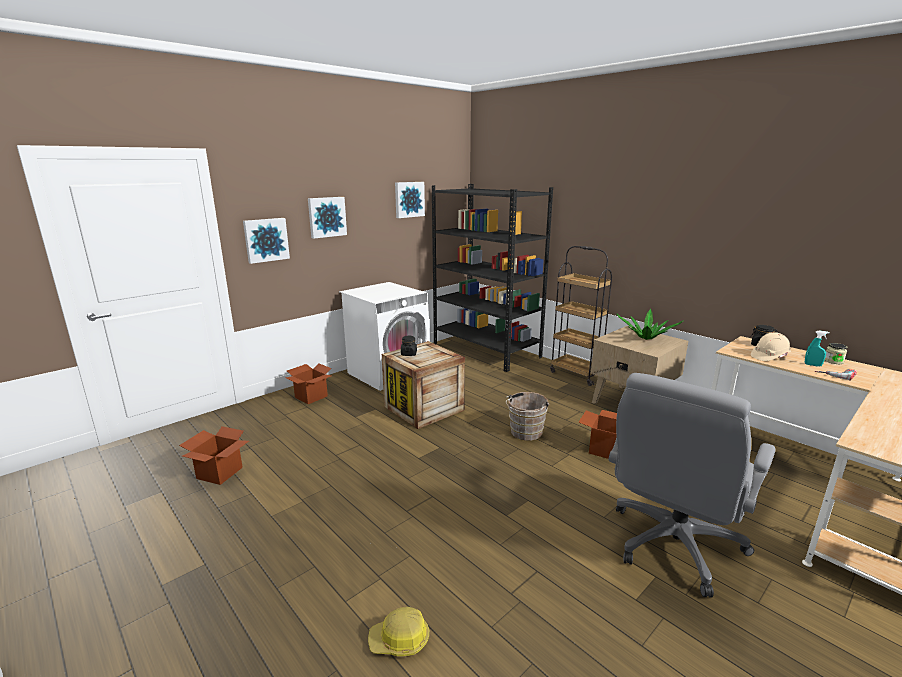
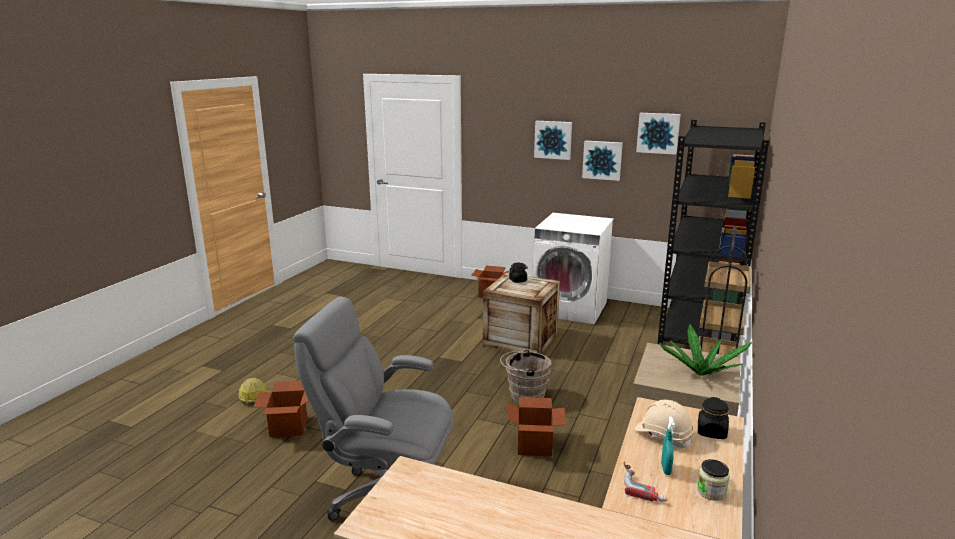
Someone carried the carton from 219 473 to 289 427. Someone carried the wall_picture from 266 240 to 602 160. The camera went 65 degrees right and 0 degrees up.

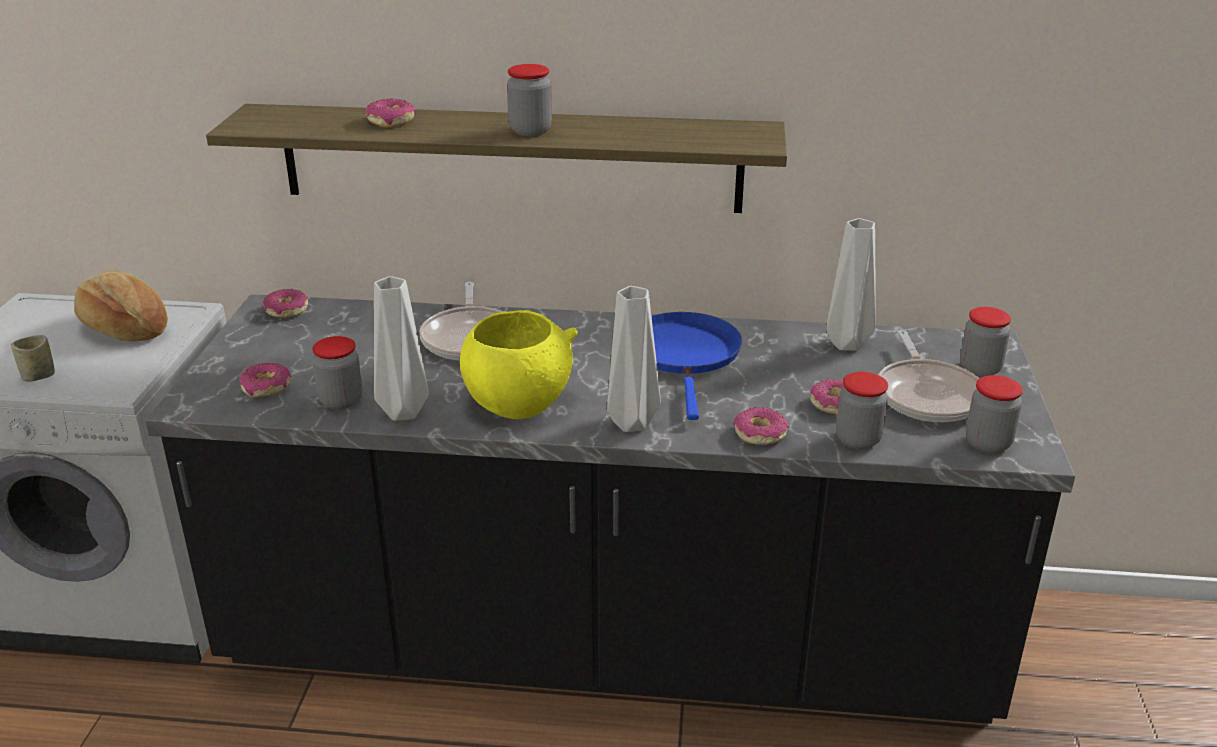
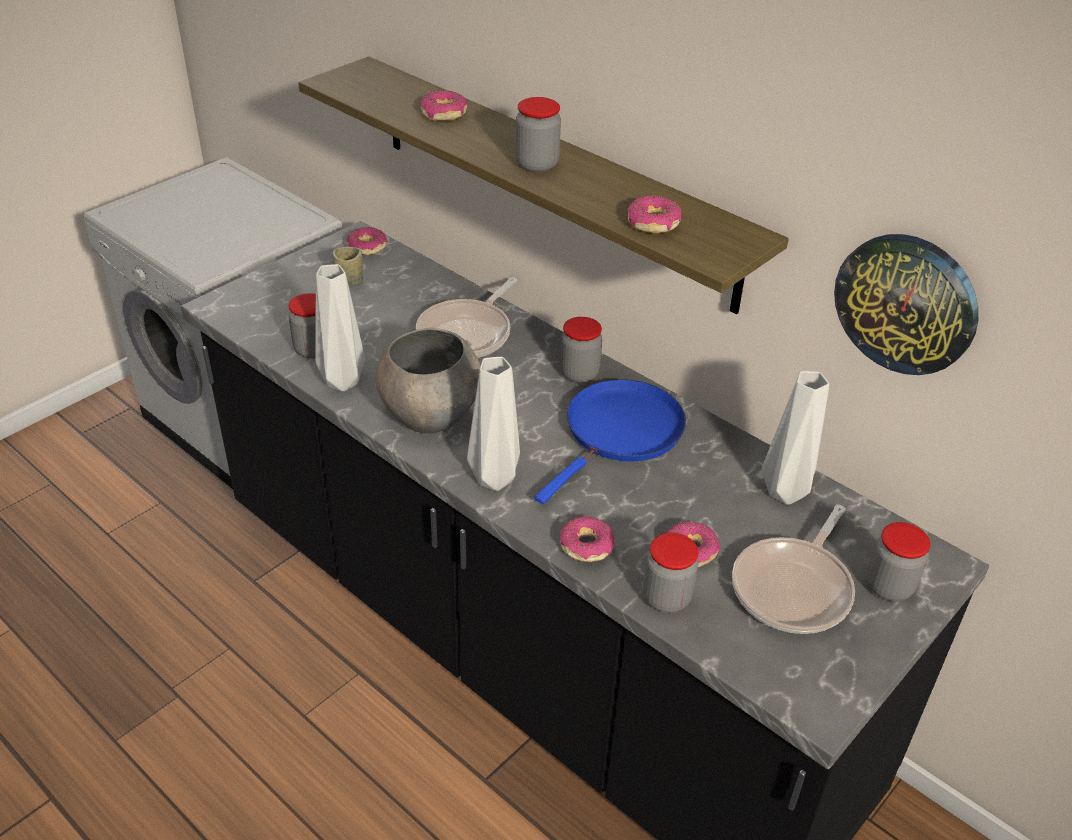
Someone carried the drinking_cup from 38 376 to 349 281. Someone repainted the yellow-coloured_serving_bowl at 518 404, which became the gray_serving_bowl at 431 415. Someone carried the jar from 988 443 to 579 373. Someone carried the ring_doughnut from 266 387 to 653 223. Someone put up the hanging_clock at 906 303. Someone took away the baked_bread at 124 328. The camera went 35 degrees right and 10 degrees up.

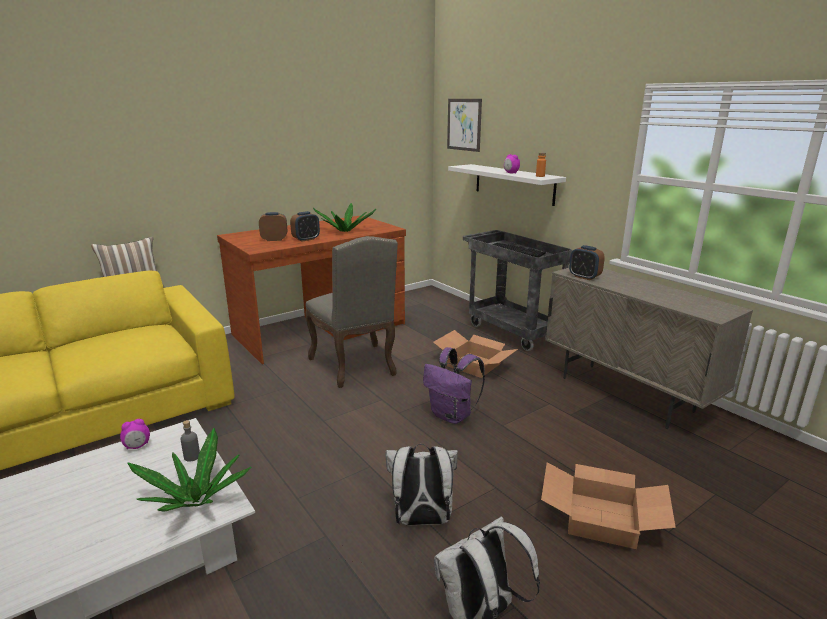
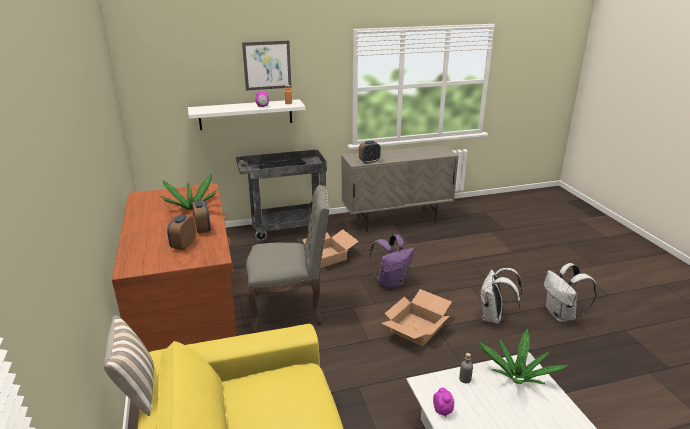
Someone carried the wall_picture from 464 124 to 267 65. Someone carried the carton from 602 519 to 415 328. The camera went 70 degrees left and 5 degrees up.

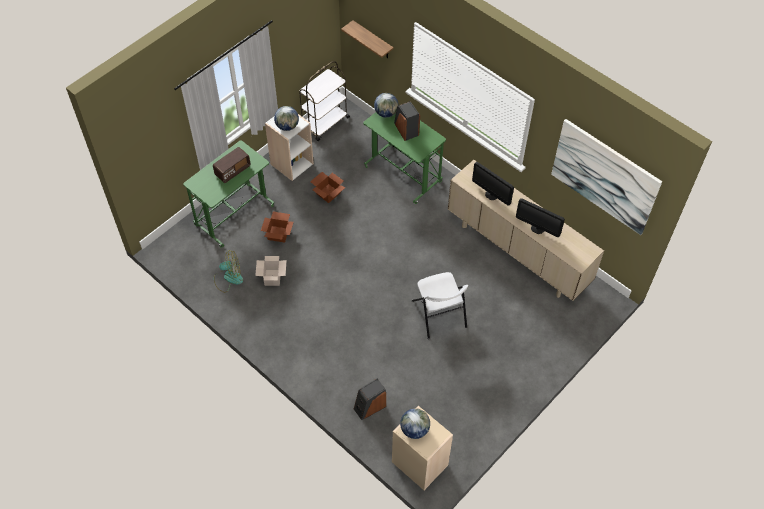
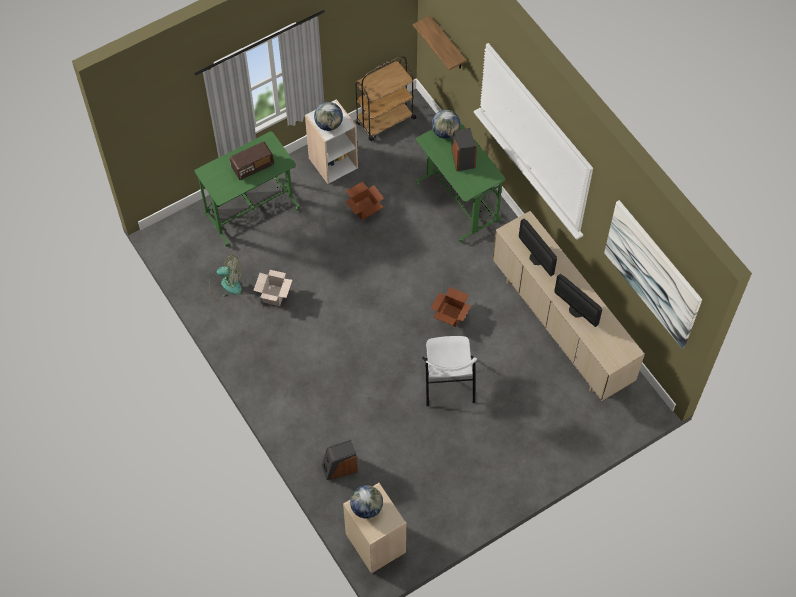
Someone repainted the whitish_wheeled_cart at 325 124, which became the brown_wheeled_cart at 385 121. Someone carried the carton from 278 233 to 451 314. The camera went 15 degrees right and 5 degrees up.

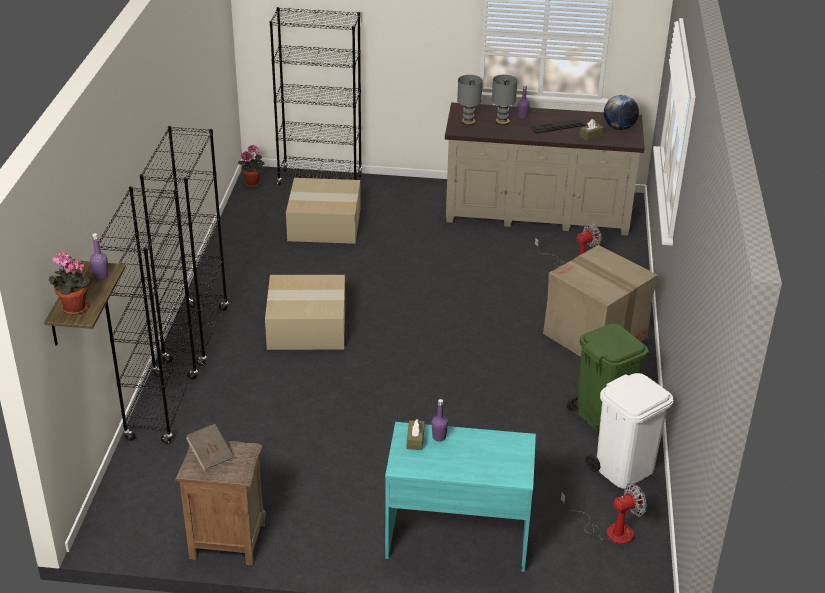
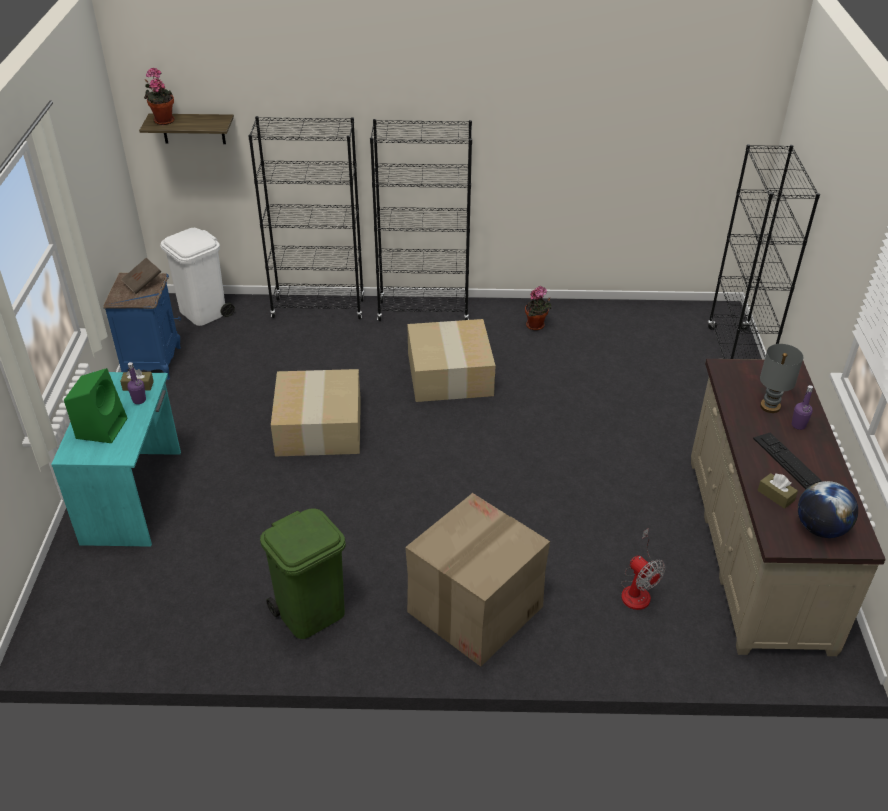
Someone put down the green_audio_speaker at 102 427. Someone repainted the beige_bedside_table at 227 540, which became the bluish_bedside_table at 154 362. Someone carried the whitish_waste_bin from 624 469 to 204 312. Someone carried the carton from 323 224 to 317 426. Someone carried the plant_in_a_pot from 253 183 to 536 326. Someone took away the purplish_bottle at 101 276. Someone took away the gray_tabletop_lamp at 468 122. Someone took away the fan at 610 530. The camera went 85 degrees right and 5 degrees up.

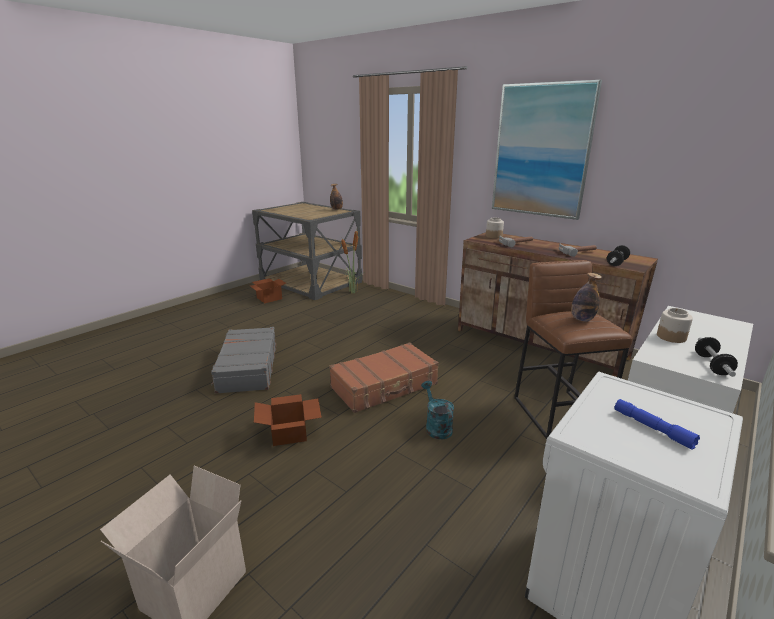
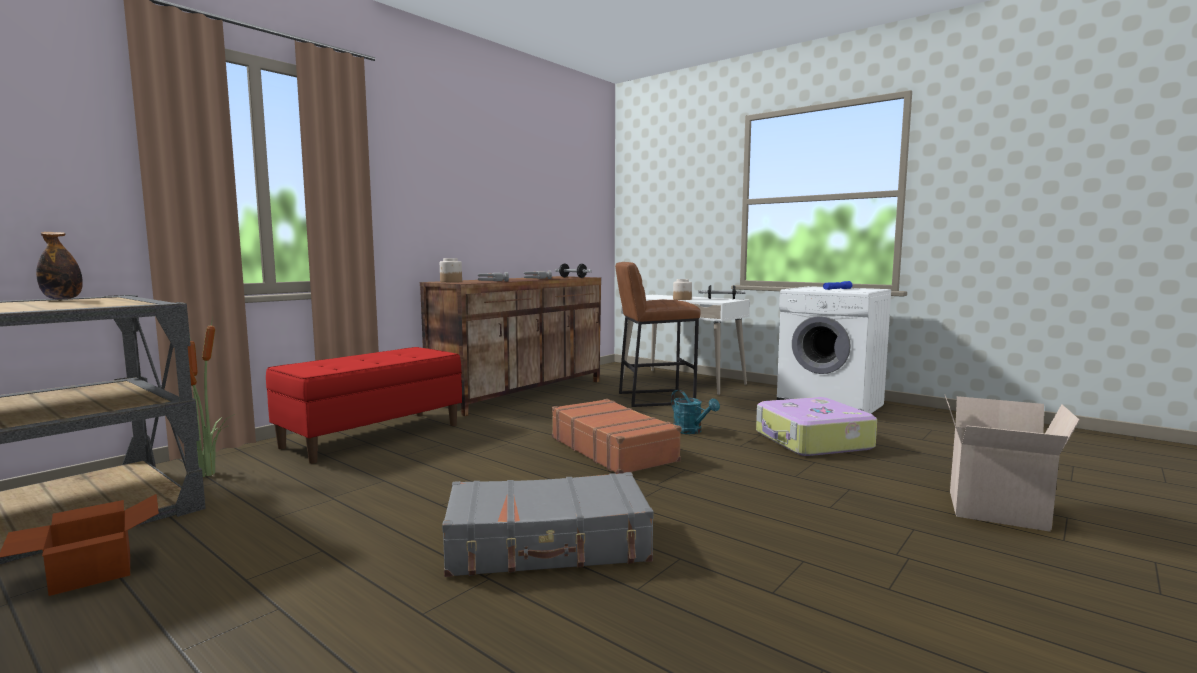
Someone put down the reddish_bench at 373 435. Someone rotated the turquoise_sprinkling_can at 436 426 by 105 degrees counterclockwise. Someone put down the piece_of_luggage at 812 441. Someone took away the carton at 290 433. Someone took away the wall_picture at 541 151. Someone took away the bottle at 582 319. The camera went 90 degrees left and 15 degrees down.

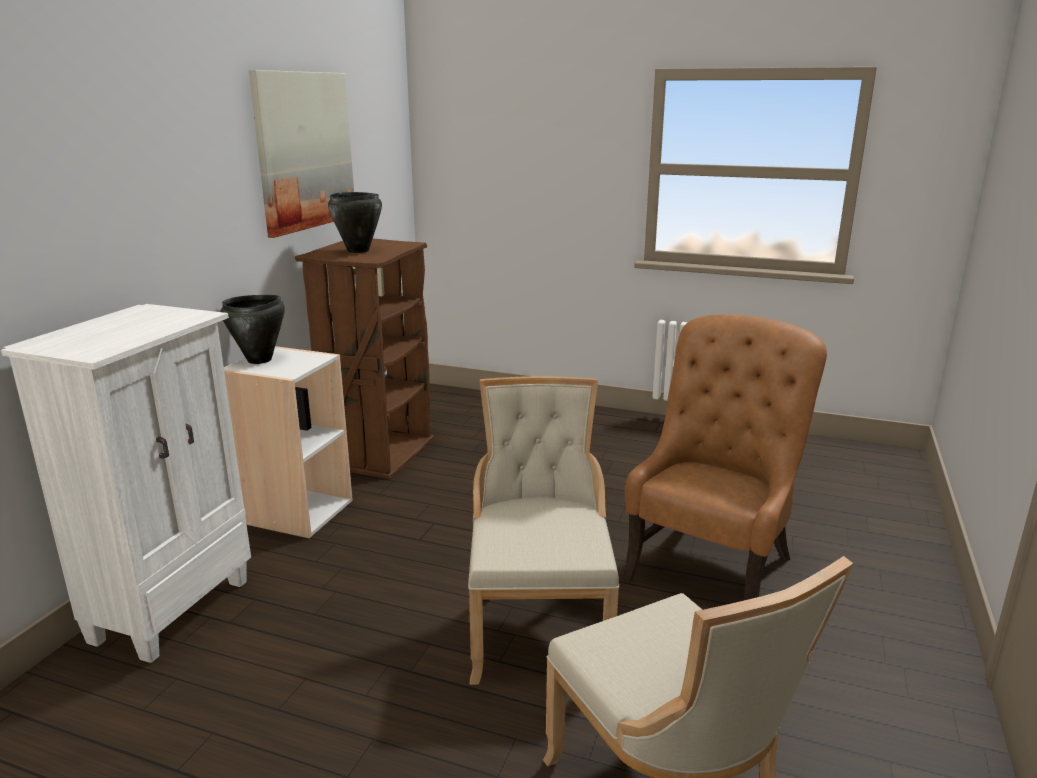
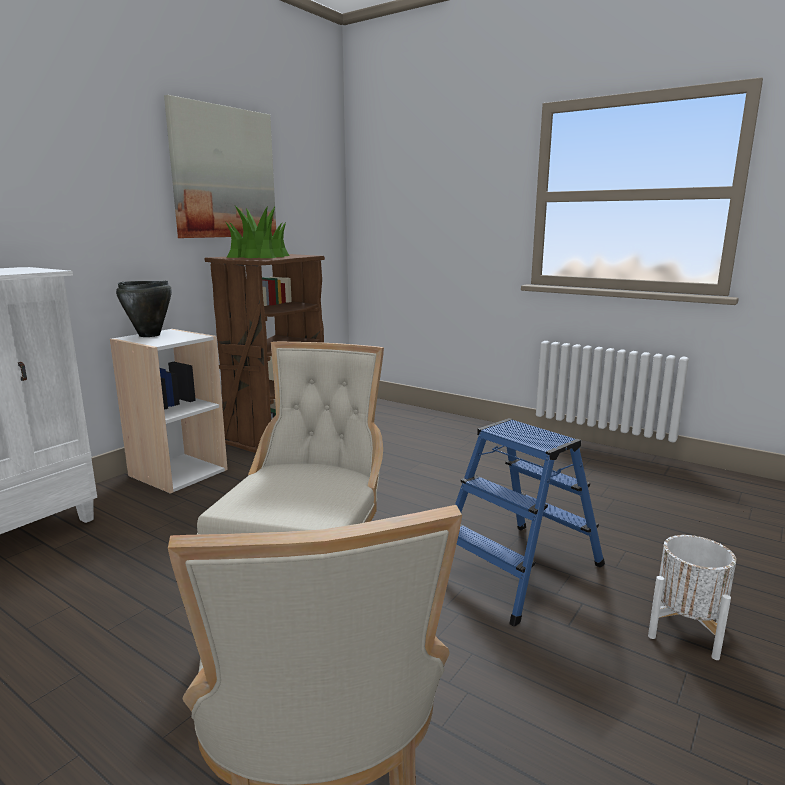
Someone swapped the black-coloured_cooking_pot at 358 251 for the plant_in_a_pot at 258 256. Someone swapped the brown_plain_chair at 711 568 for the bluish_stepladder at 519 569. Someone put down the whitish_flower_pot at 686 630. The camera went 15 degrees right and 5 degrees down.

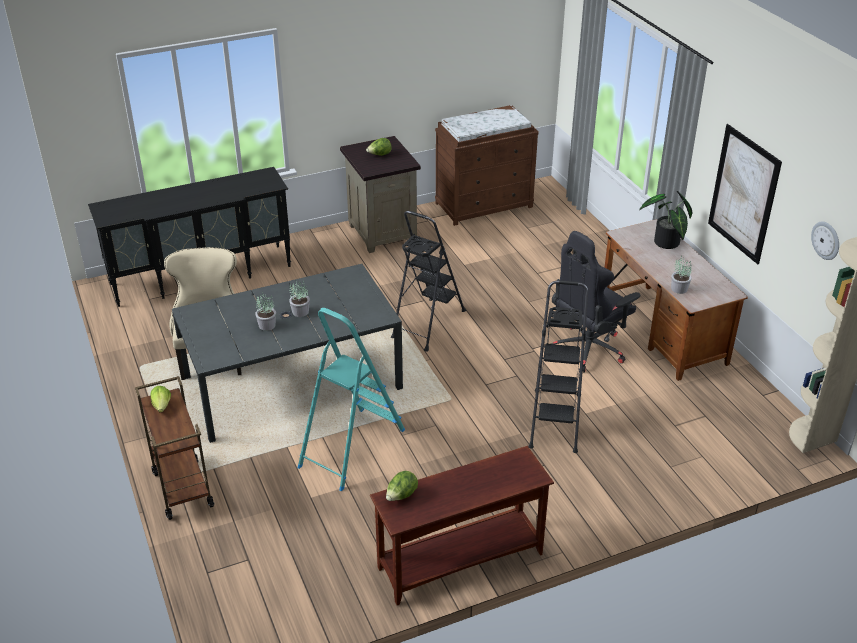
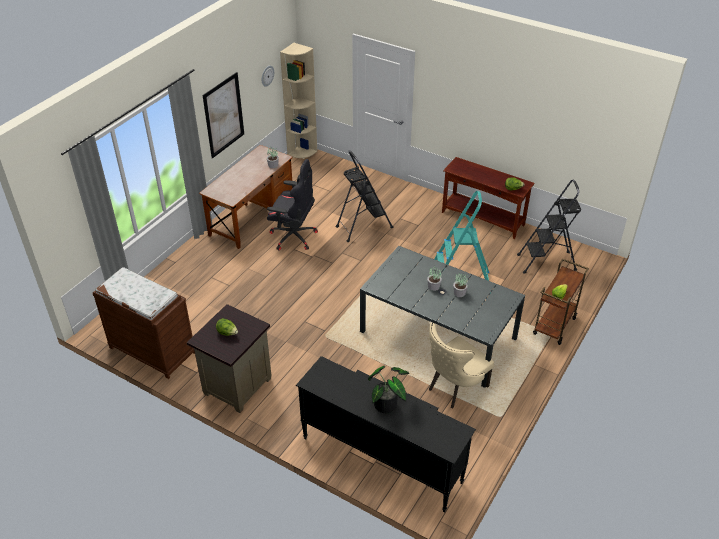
Someone carried the plant_in_a_pot from 666 244 to 388 404. Someone carried the stepladder from 428 324 to 547 262. The camera went 125 degrees left and 5 degrees up.

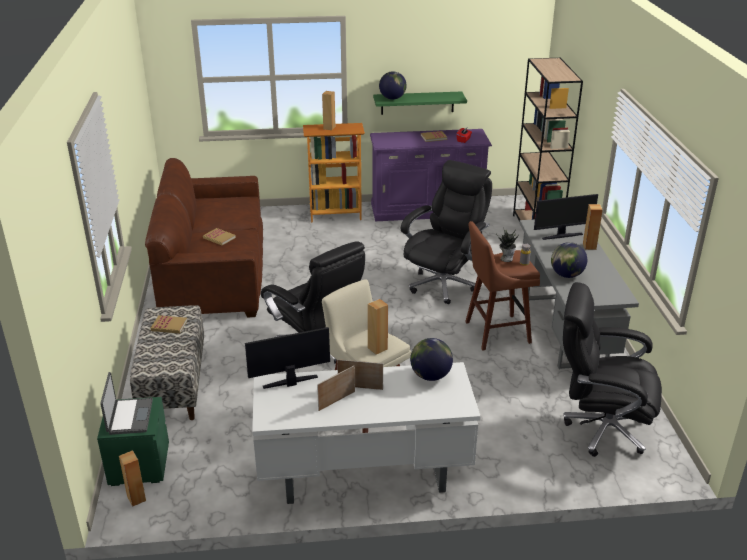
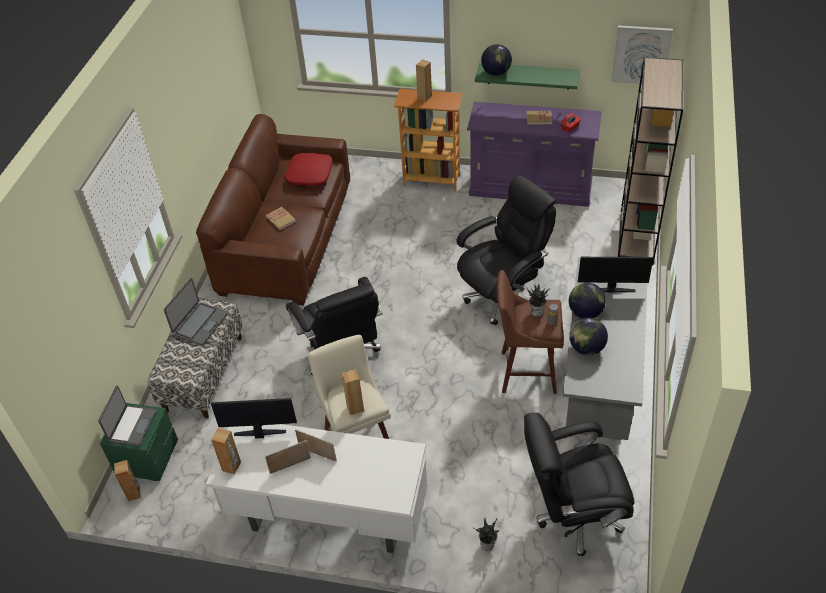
Someone swapped the book at 169 326 for the portable_computer at 200 324. Someone carried the brown_audio_speaker from 589 246 to 232 466. Someone put down the reddish_cushion at 309 174. Someone put down the plant_in_a_pot at 488 544. Someone rotated the black-coloured_computer_chair at 600 430 by 45 degrees counterclockwise. Someone carried the world_globe from 430 376 to 585 313. Someone put up the wall_picture at 641 55. The camera went 20 degrees right and 15 degrees up.

